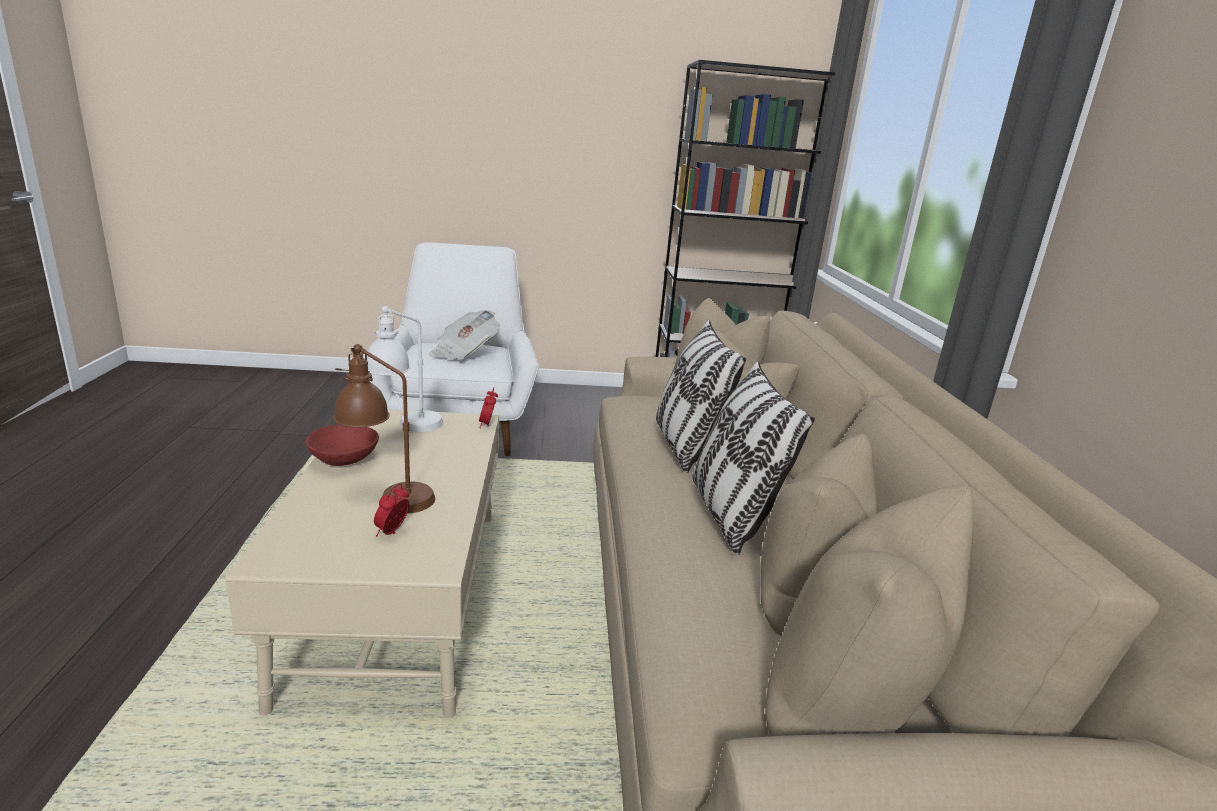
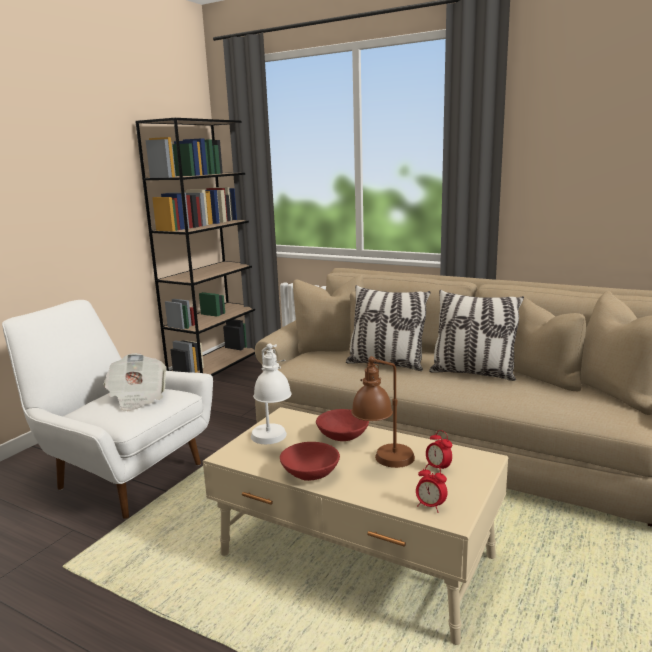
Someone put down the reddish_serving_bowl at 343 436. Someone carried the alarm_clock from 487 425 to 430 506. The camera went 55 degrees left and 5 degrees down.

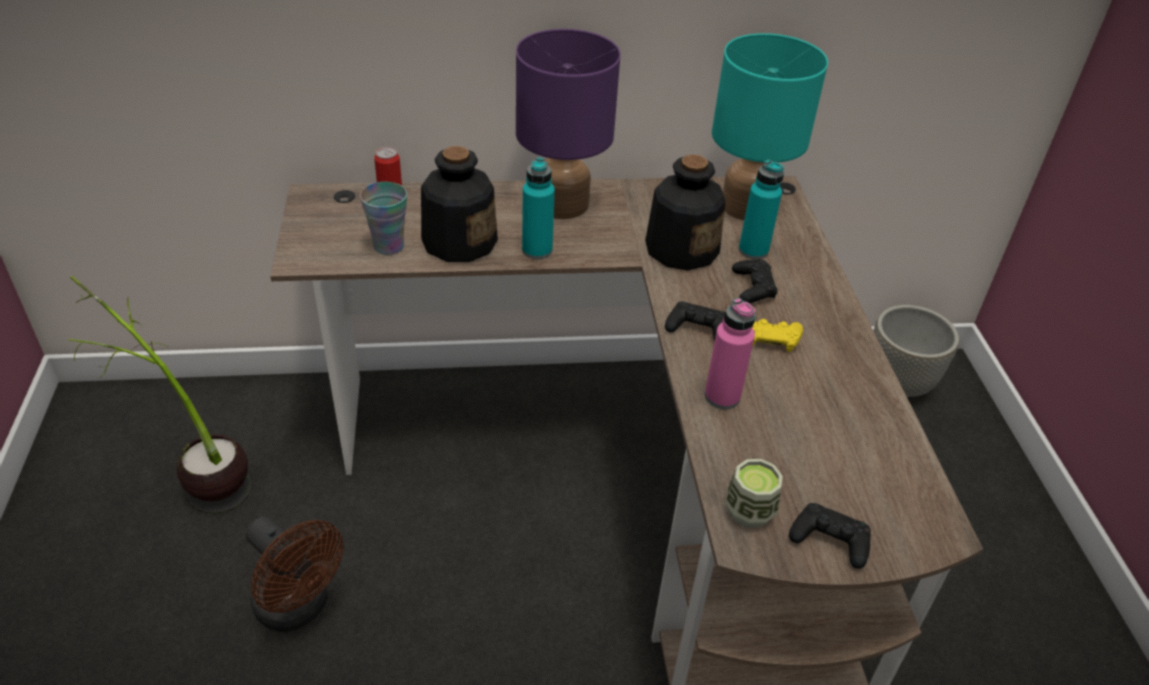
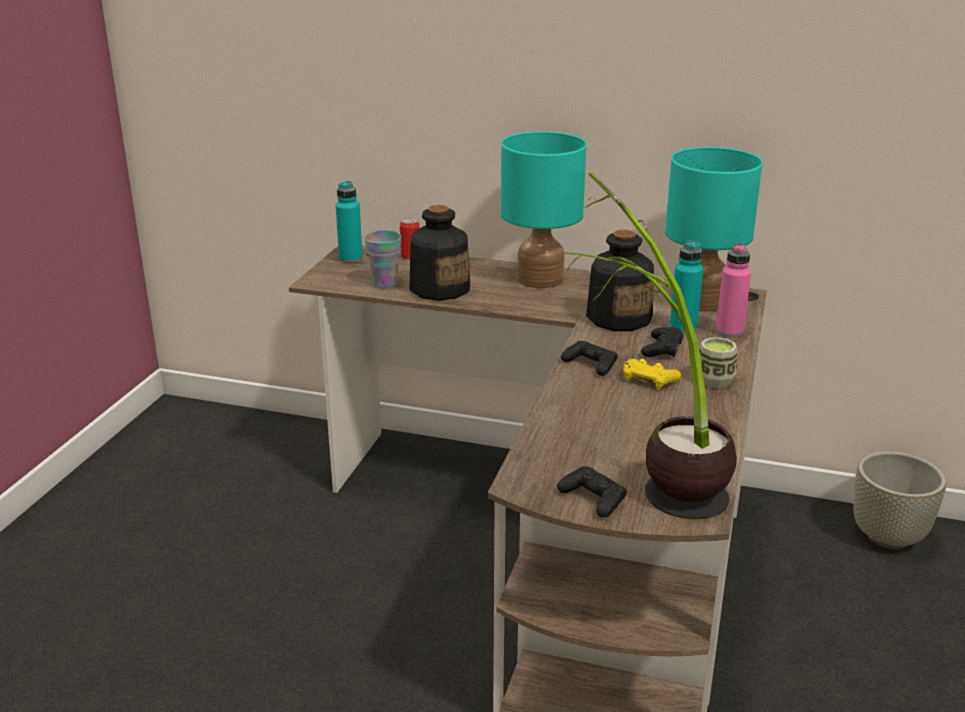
Someone carried the turquoise_bottle from 537 250 to 350 258. Someone repainted the purplish_tabletop_lamp at 560 204, which became the turquoise_tabletop_lamp at 539 279. Someone carried the plant_in_a_pot from 193 471 to 651 470. Someone carried the drinking_cup from 749 511 to 714 381. Someone carried the pink-coloured_bottle from 722 396 to 729 331. Someone took away the brown_fan at 299 608. The camera went 25 degrees right and 15 degrees down.

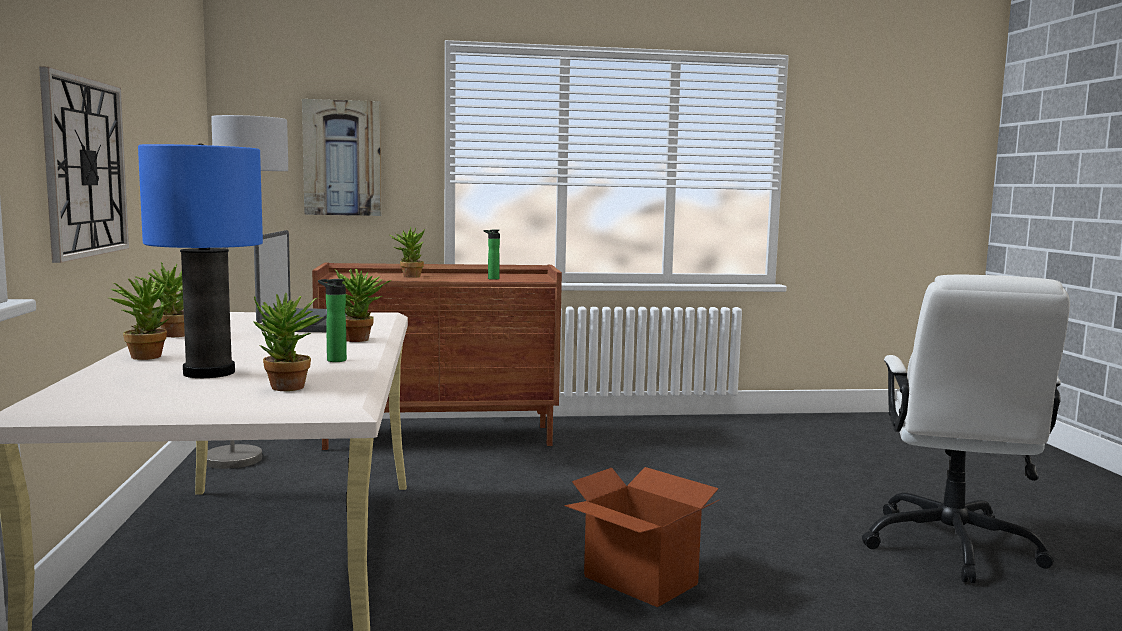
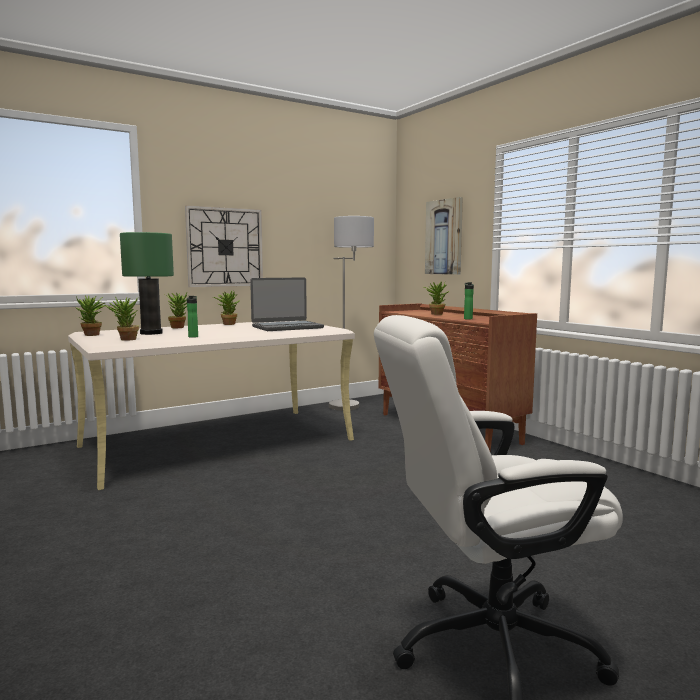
Someone carried the plant_in_a_pot from 361 340 to 92 335. Someone repainted the bluish_tabletop_lamp at 210 373, which became the green_tabletop_lamp at 151 333. Someone took away the carton at 639 581. The camera went 65 degrees right and 0 degrees up.

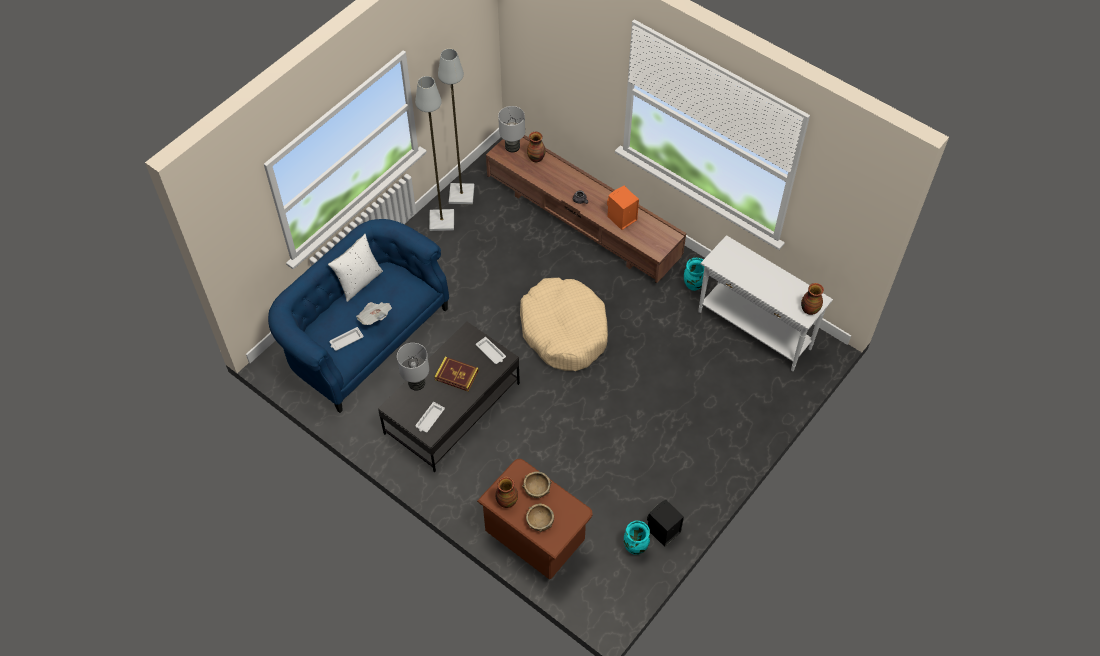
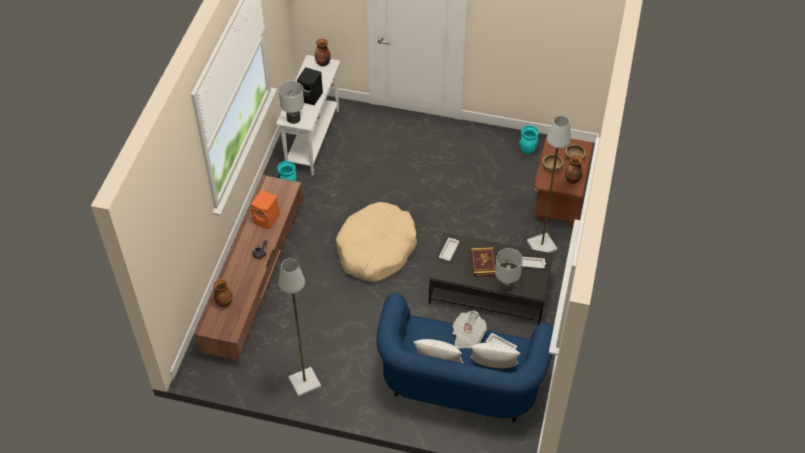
Someone carried the gray_tabletop_lamp from 512 147 to 293 119. Someone carried the black-coloured_audio_speaker from 662 531 to 311 97. Someone put down the whitish_cushion at 493 368. Someone carried the gray_standing_lamp from 462 195 to 541 245. The camera went 115 degrees left and 5 degrees down.

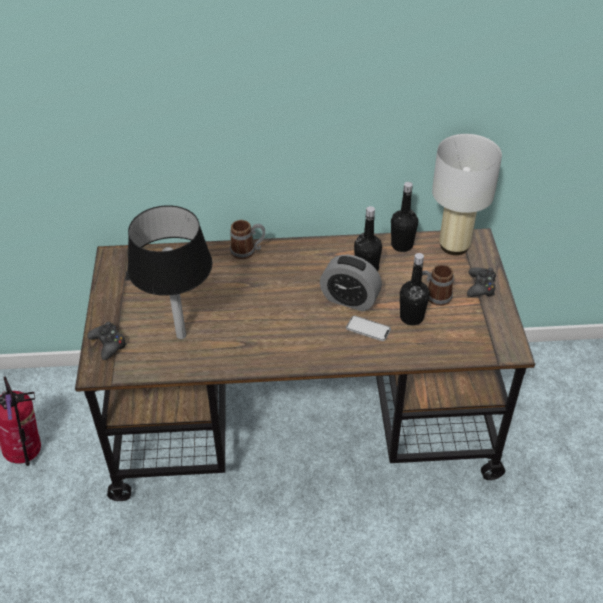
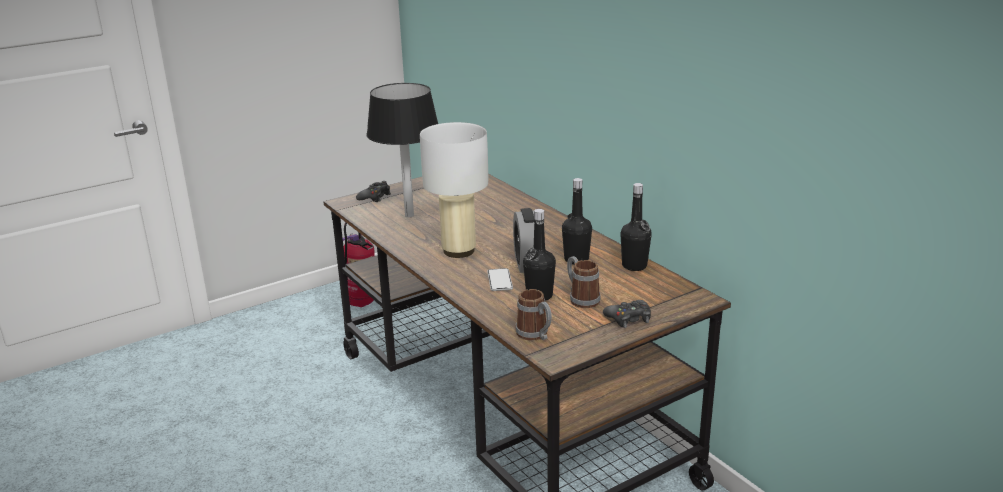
Someone carried the whitish_tabletop_lamp from 455 245 to 459 251. Someone carried the tea_mug from 248 251 to 535 335. The camera went 60 degrees right and 20 degrees down.

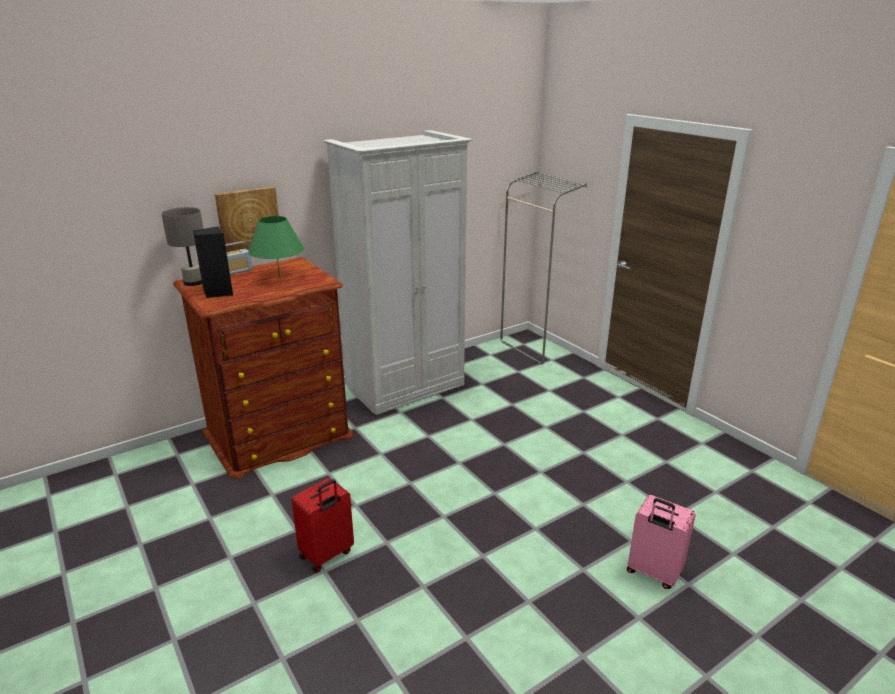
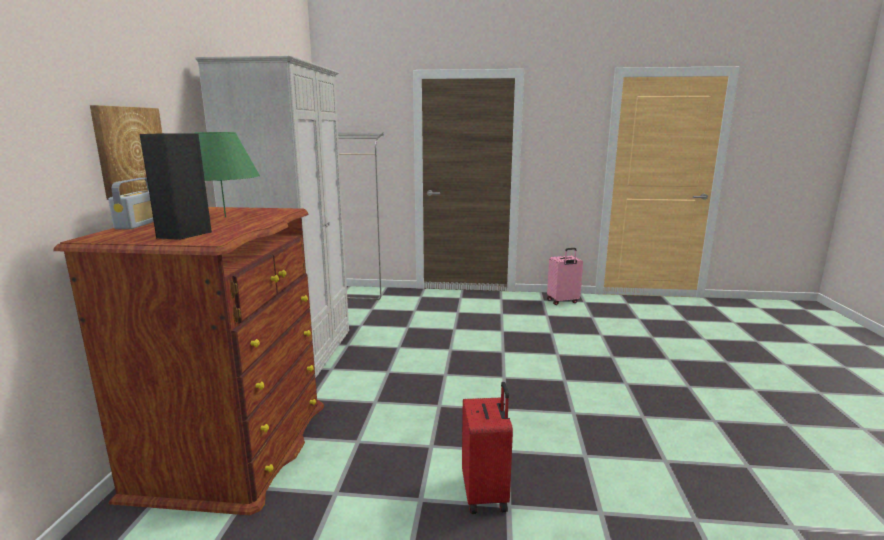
Someone carried the pink-coloured_piece_of_luggage from 653 573 to 563 301. Someone took away the gray_tabletop_lamp at 194 282. The camera went 50 degrees left and 10 degrees down.

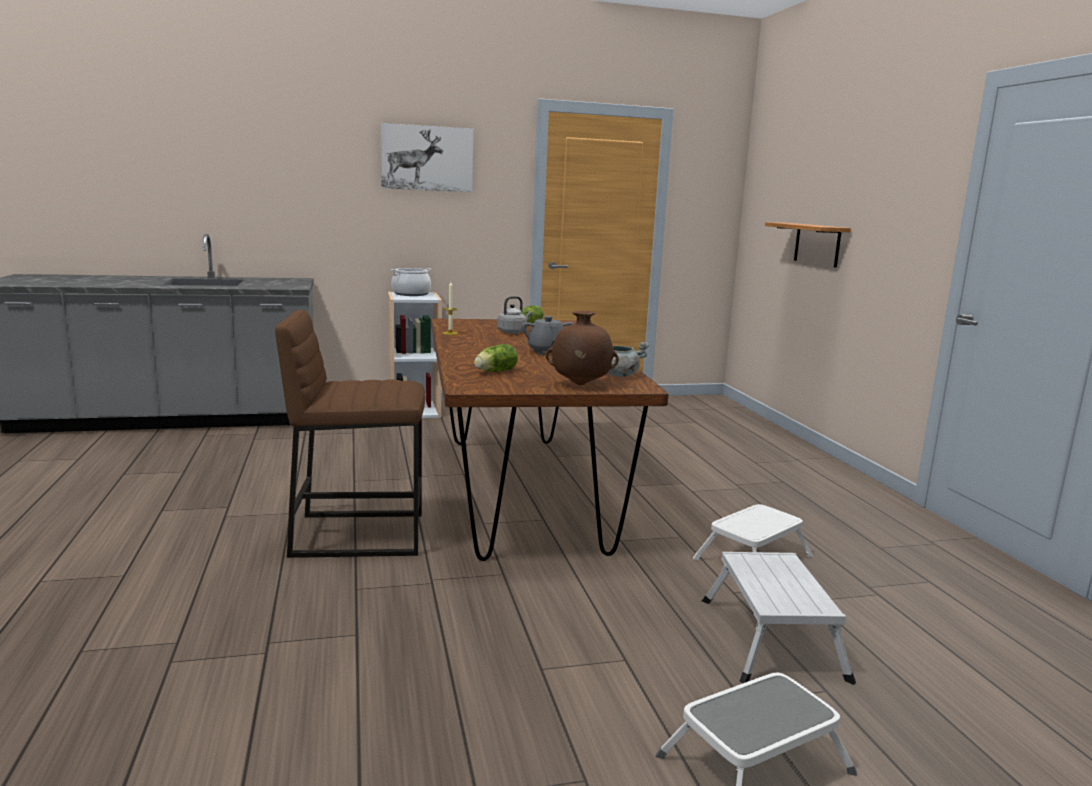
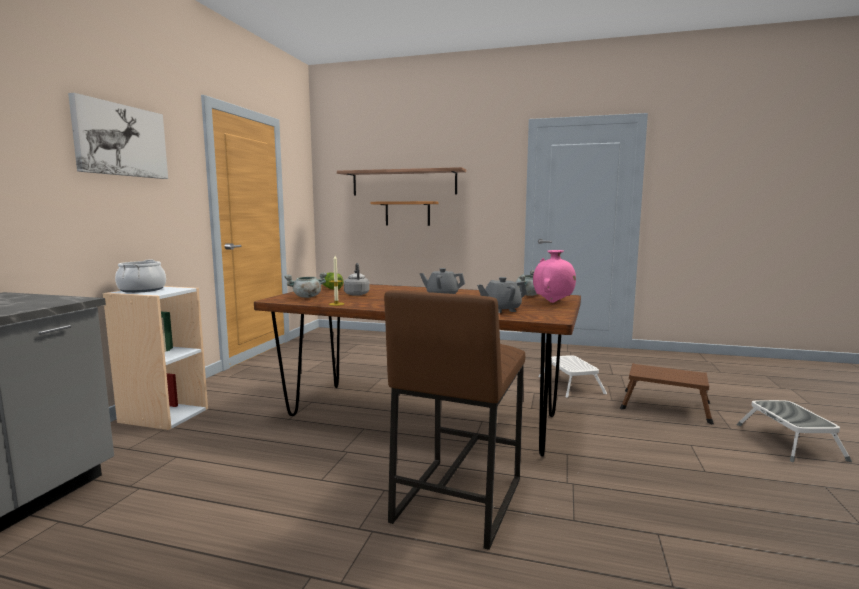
Someone put down the gray_cooking_pot at 306 297. Someone put up the bracket_shelf at 404 182. Someone swapped the lettuce_head at 494 371 for the gray_pot_for_tea at 501 310. Someone repainted the brown_decorative_vase at 580 385, which became the pink-coloured_decorative_vase at 553 302. Someone repainted the whitish_stepladder at 771 637, which became the brown_stepladder at 664 406. The camera went 60 degrees left and 5 degrees down.

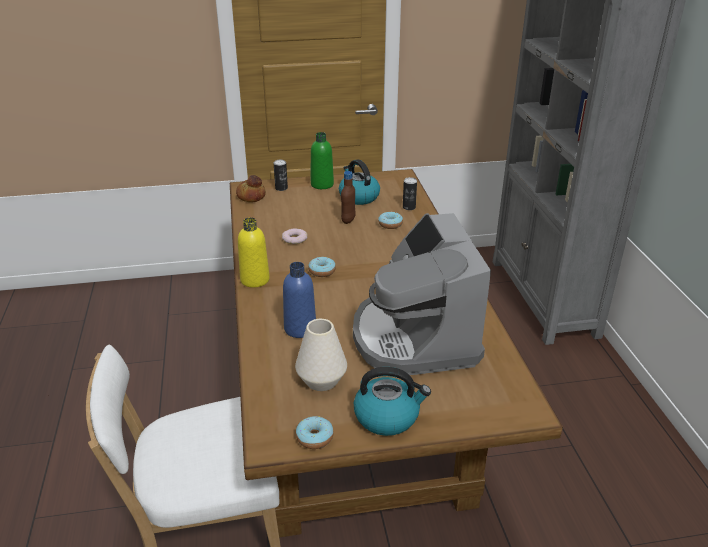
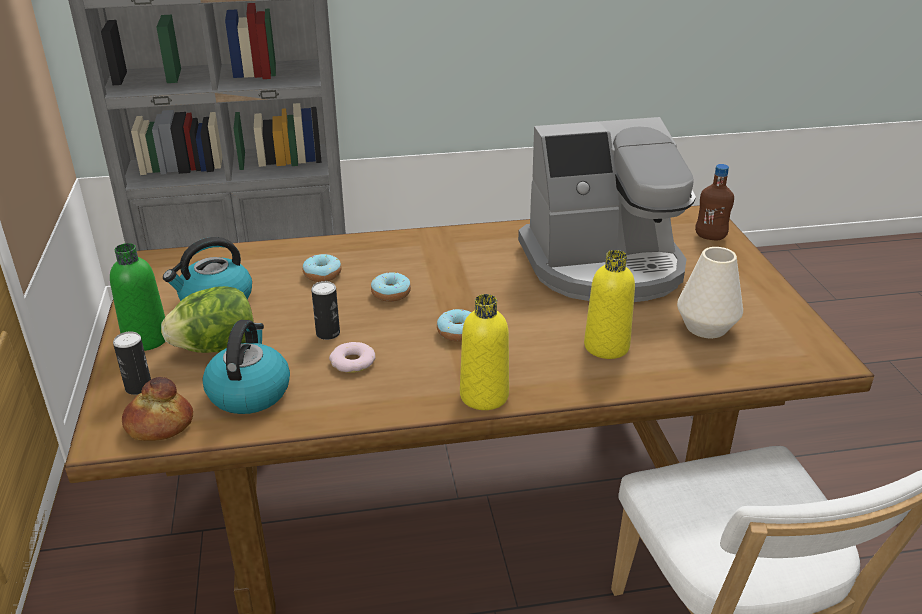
Someone put down the lettuce_head at 216 347. Someone carried the tea_kettle from 387 416 to 249 391. Someone carried the can from 409 207 to 328 333. Someone carried the ring_doughnut from 314 438 to 391 293. Someone repainted the bluish_bottle at 300 328, which became the yellow-coloured_bottle at 606 346. Someone carried the brown_bottle from 348 220 to 710 237. The camera went 90 degrees left and 0 degrees up.

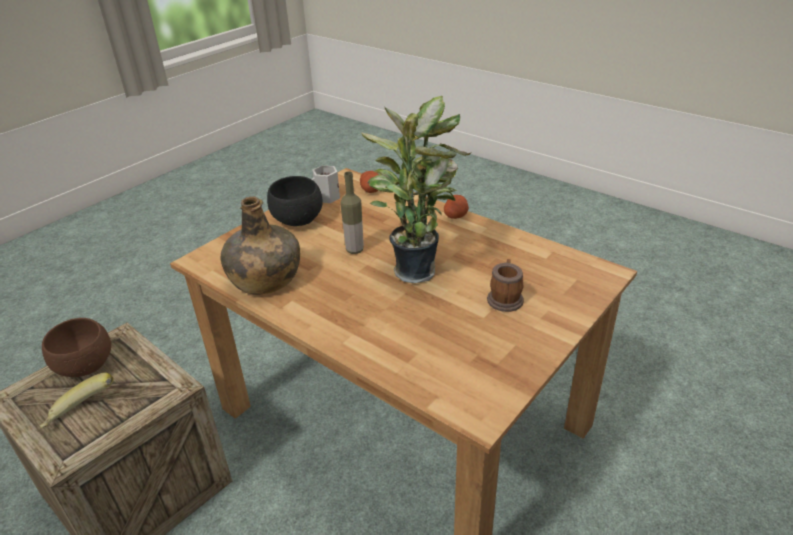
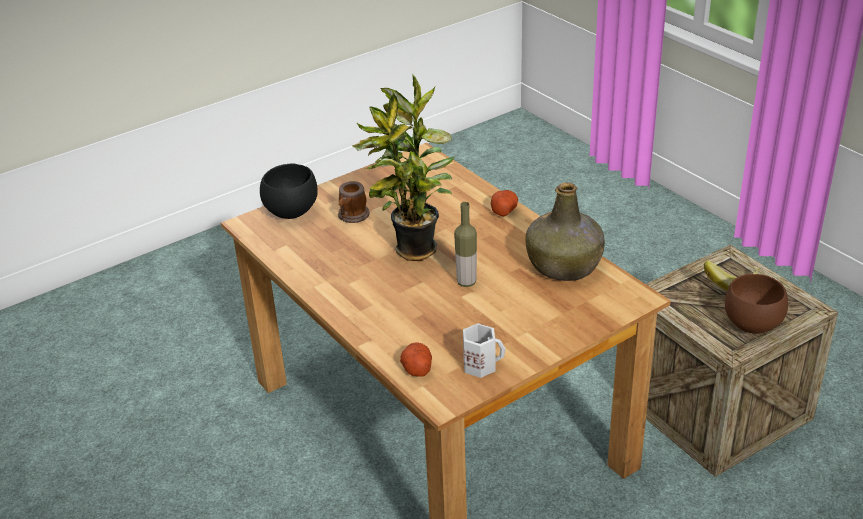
Someone carried the black-coloured_serving_bowl from 299 221 to 290 212. Someone carried the spud from 456 215 to 503 210. The camera went 165 degrees left and 0 degrees up.

